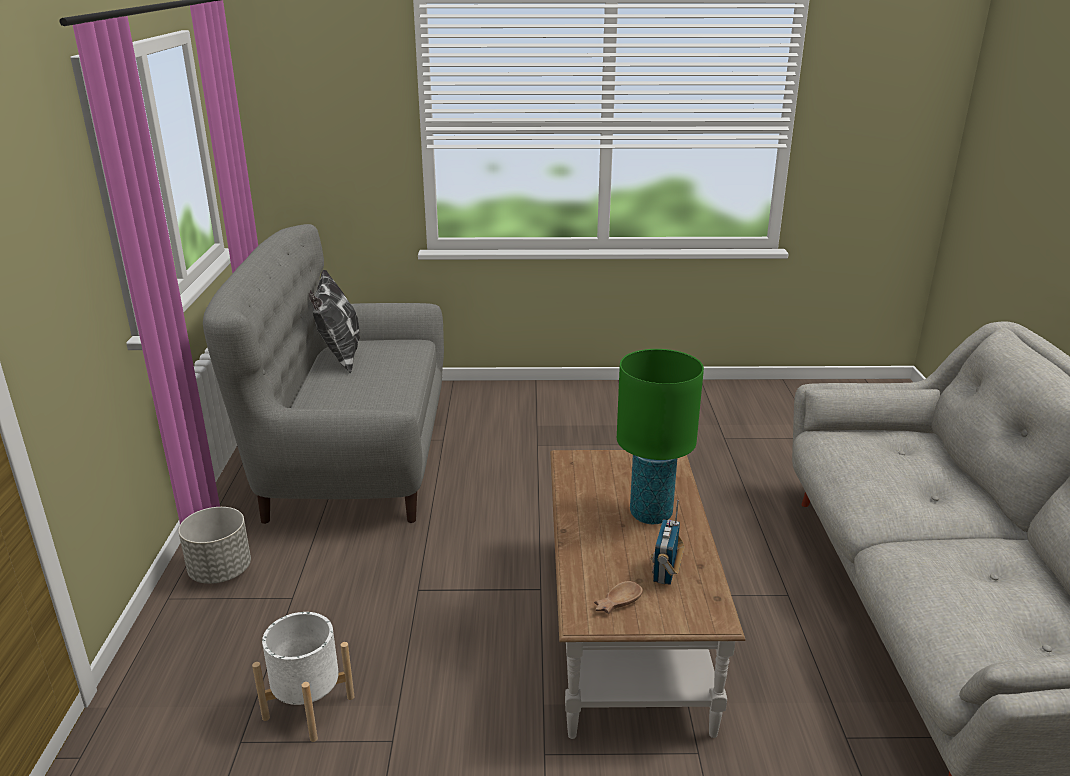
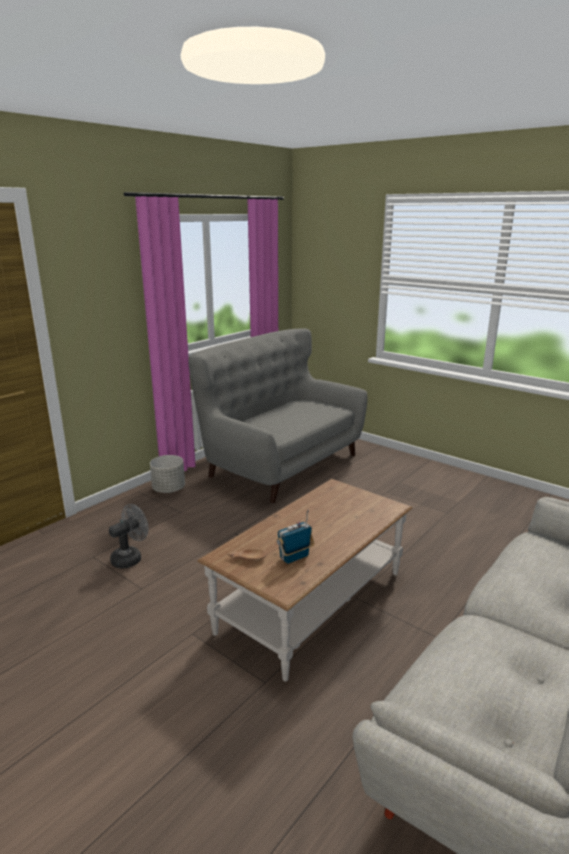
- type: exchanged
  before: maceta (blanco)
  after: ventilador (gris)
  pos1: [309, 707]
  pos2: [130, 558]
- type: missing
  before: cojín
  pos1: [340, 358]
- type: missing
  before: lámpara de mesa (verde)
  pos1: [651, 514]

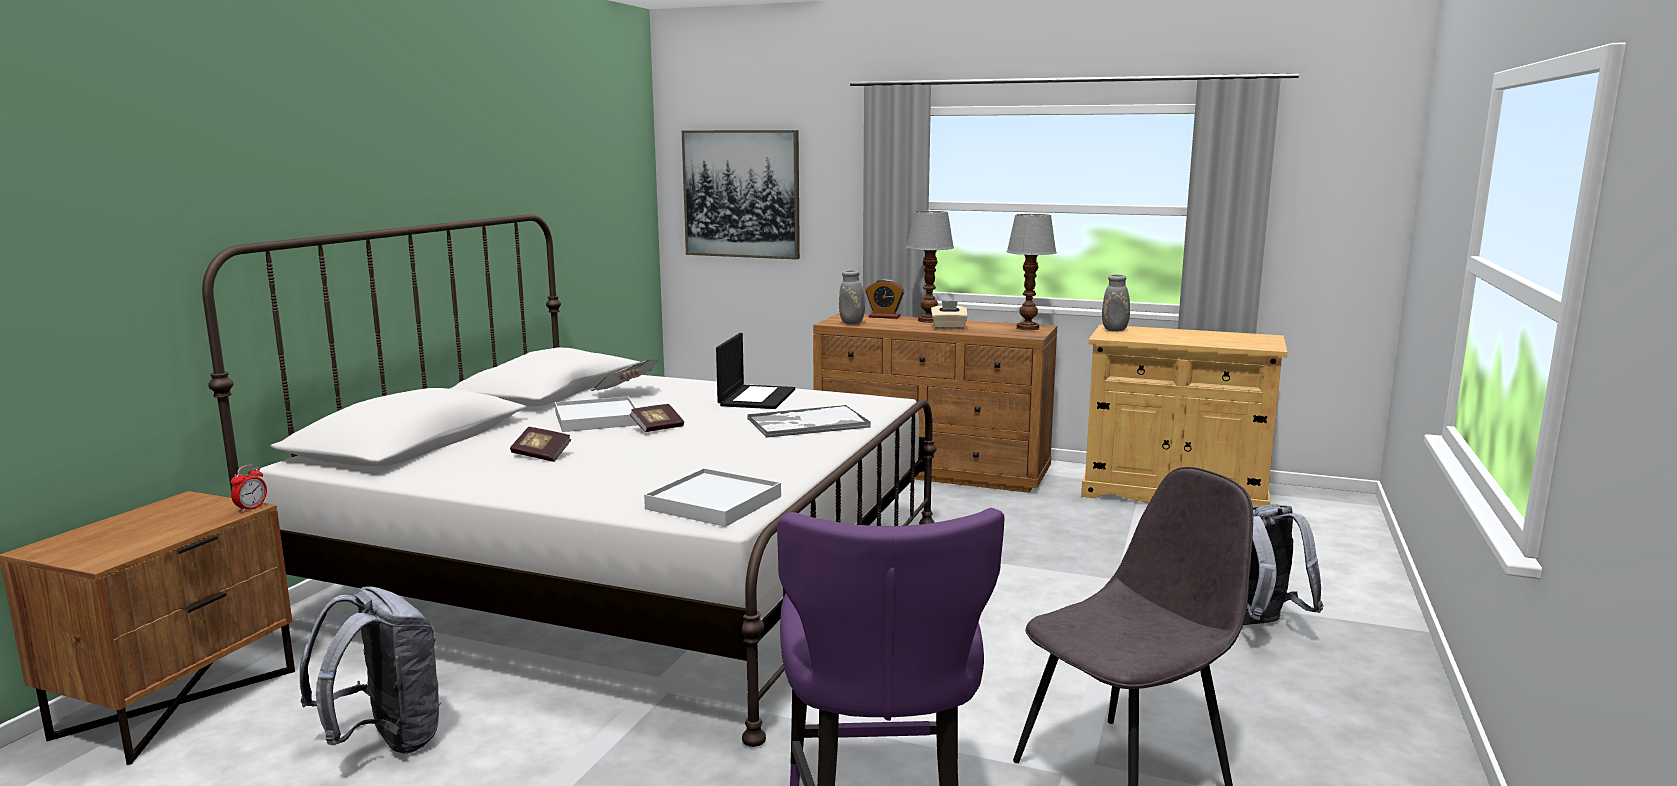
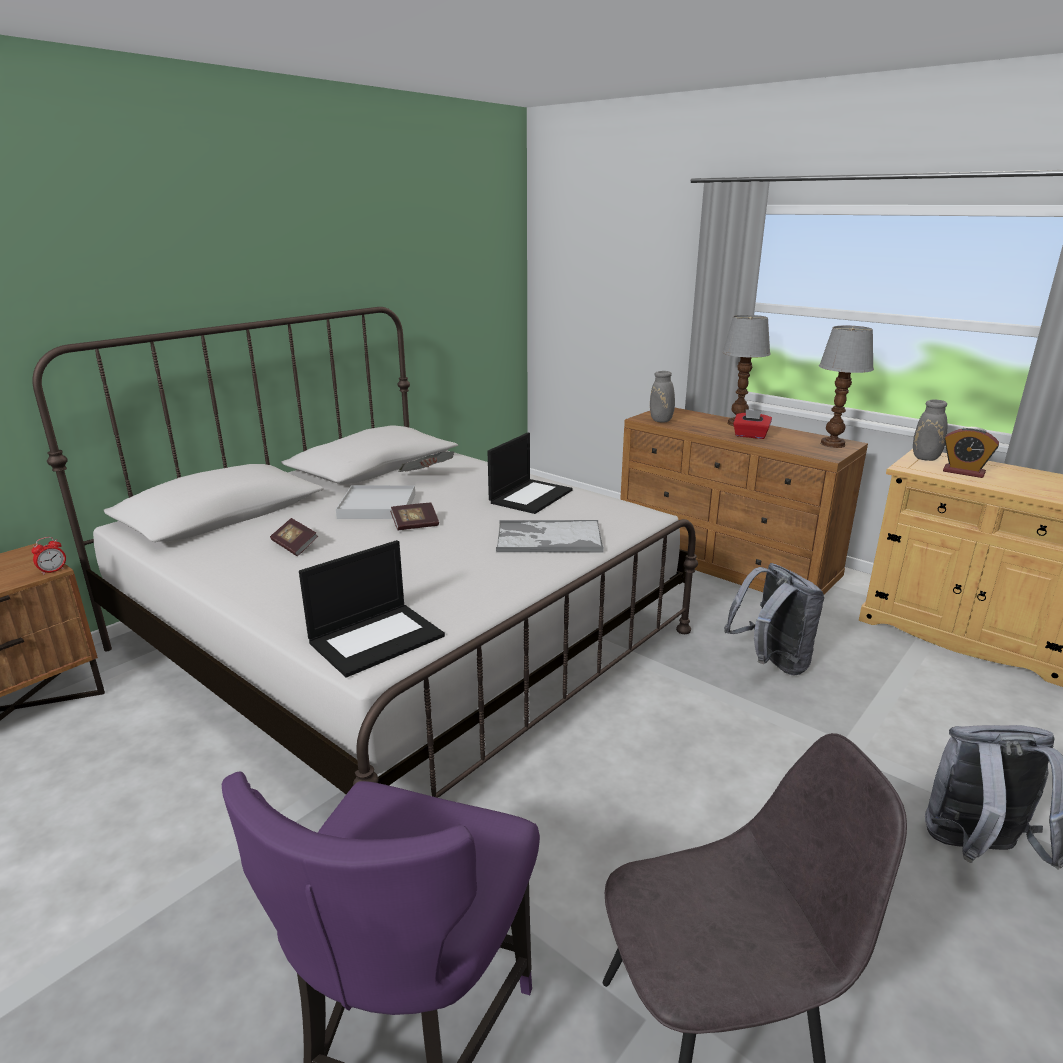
- type: exchanged
  before: bandeja (blanco)
  after: portátil
  pos1: [714, 502]
  pos2: [377, 638]
- type: relocated
  before: mochila (gris)
  pos1: [385, 741]
  pos2: [771, 663]
- type: colour
  before: caja de pañuelos (beis)
  after: caja de pañuelos (rojo)
  pos1: [948, 327]
  pos2: [750, 436]
- type: relocated
  before: despertador
  pos1: [884, 316]
  pos2: [963, 472]
- type: missing
  before: cuadro
  pos1: [741, 194]

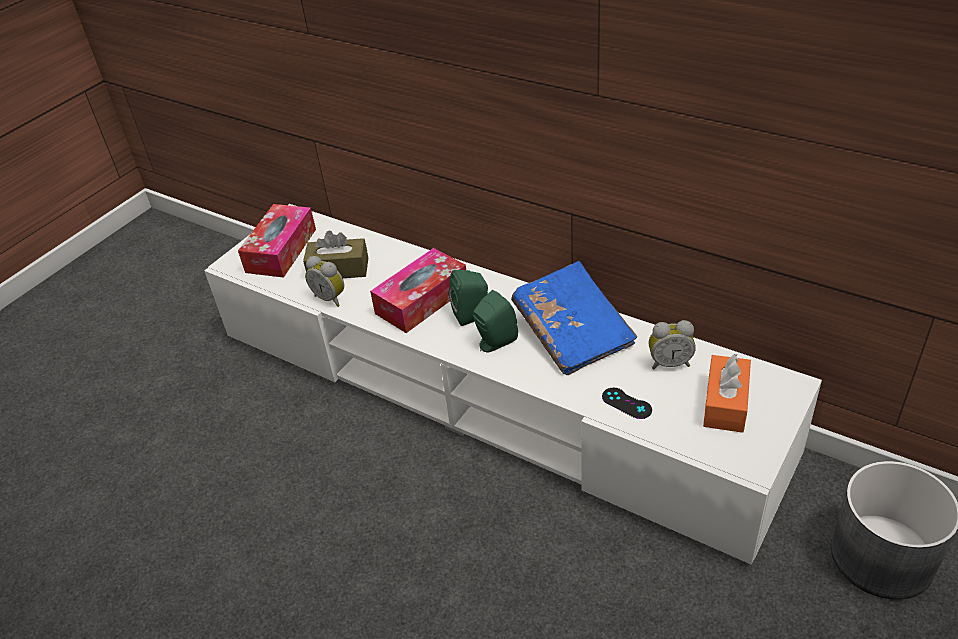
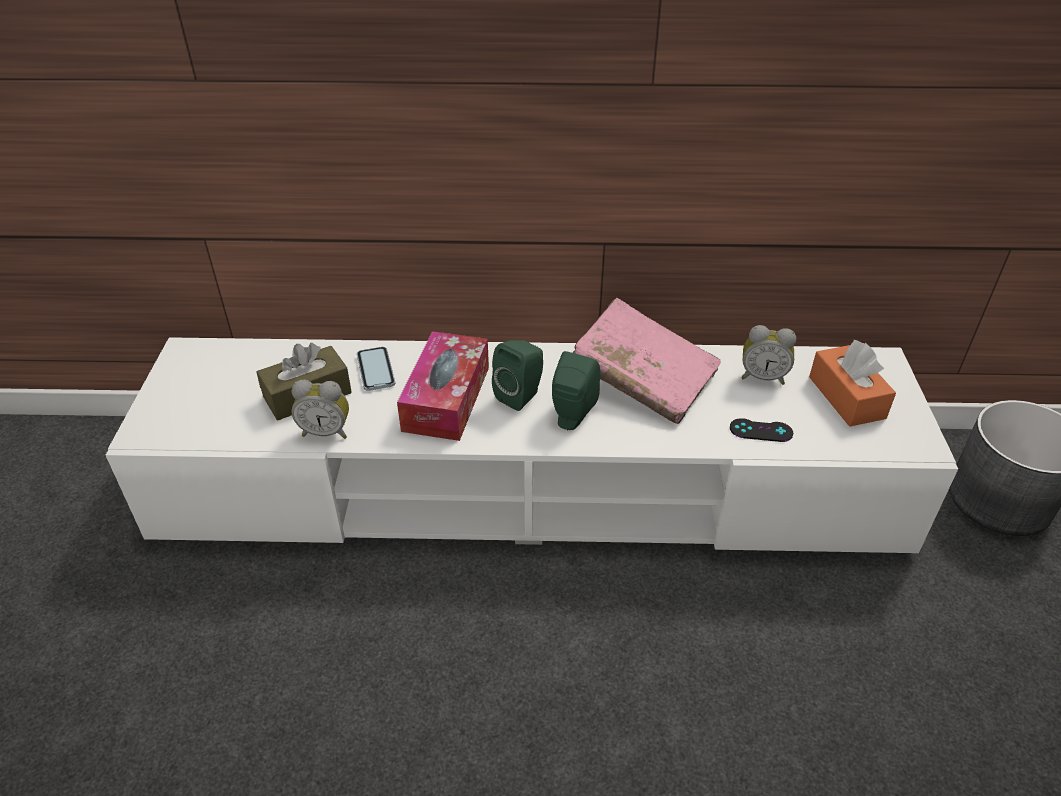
- type: appeared
  after: móvil
  pos2: [376, 370]
- type: colour
  before: libro (azul)
  after: libro (rosa)
  pos1: [572, 332]
  pos2: [643, 378]
- type: spun
  before: despertador
  pos1: [669, 363]
  pos2: [762, 377]
  turn: 45
- type: missing
  before: caja de pañuelos
  pos1: [281, 250]

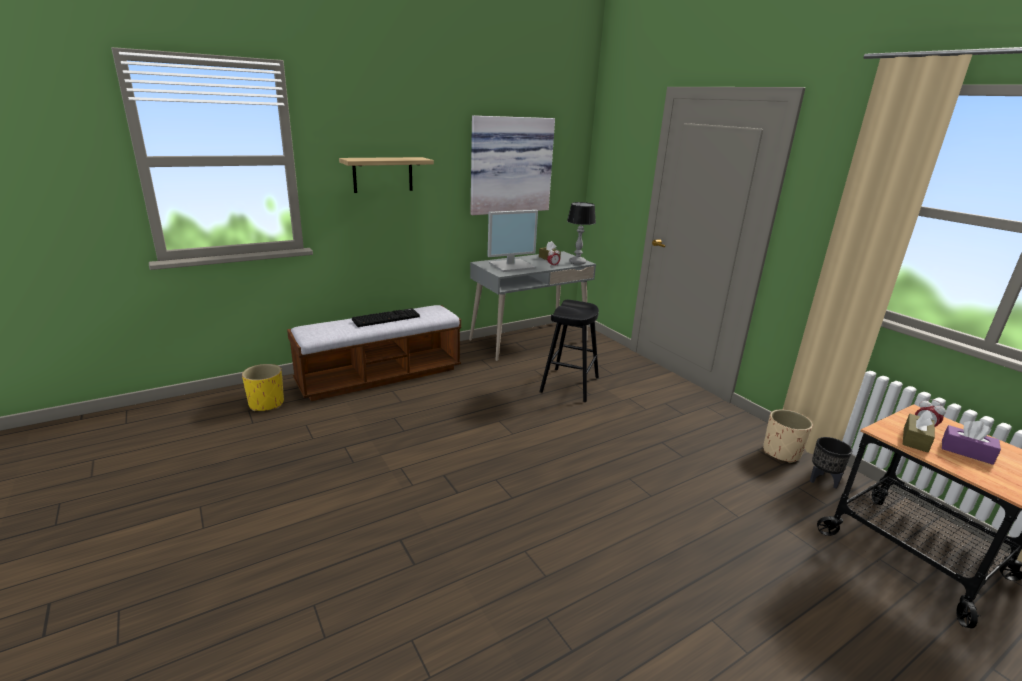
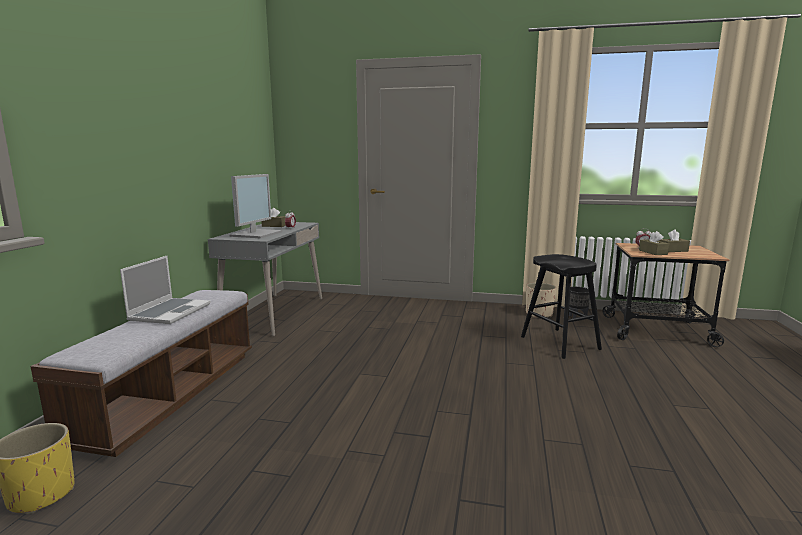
- type: exchanged
  before: teclado
  after: portátil
  pos1: [386, 318]
  pos2: [170, 312]
- type: relocated
  before: taburete (negro)
  pos1: [569, 384]
  pos2: [559, 343]
- type: colour
  before: caja de pañuelos (morado)
  after: caja de pañuelos (marrón)
  pos1: [966, 452]
  pos2: [672, 250]
- type: missing
  before: estante
  pos1: [383, 174]
- type: missing
  before: cuadro
  pos1: [510, 165]
- type: missing
  before: lámpara de mesa
  pos1: [577, 262]

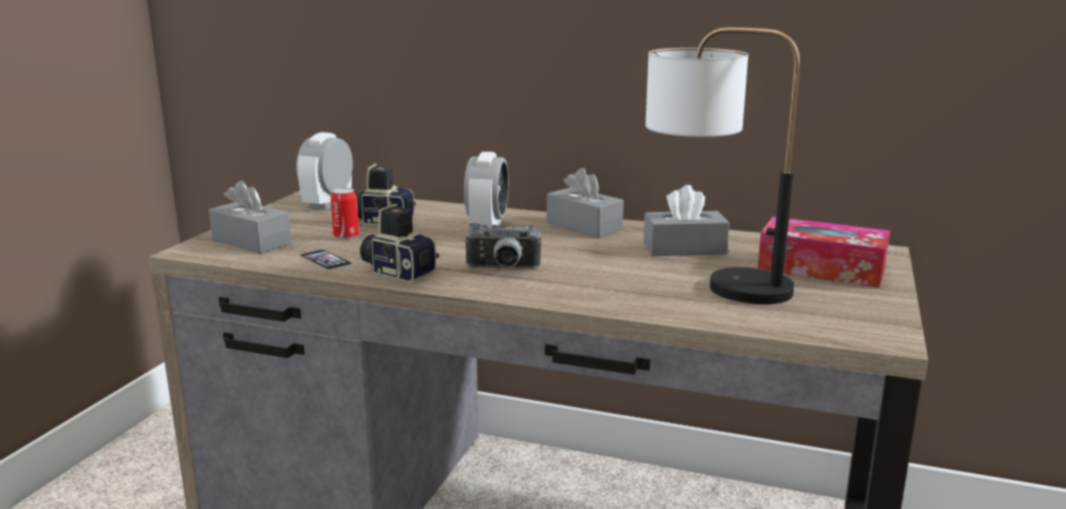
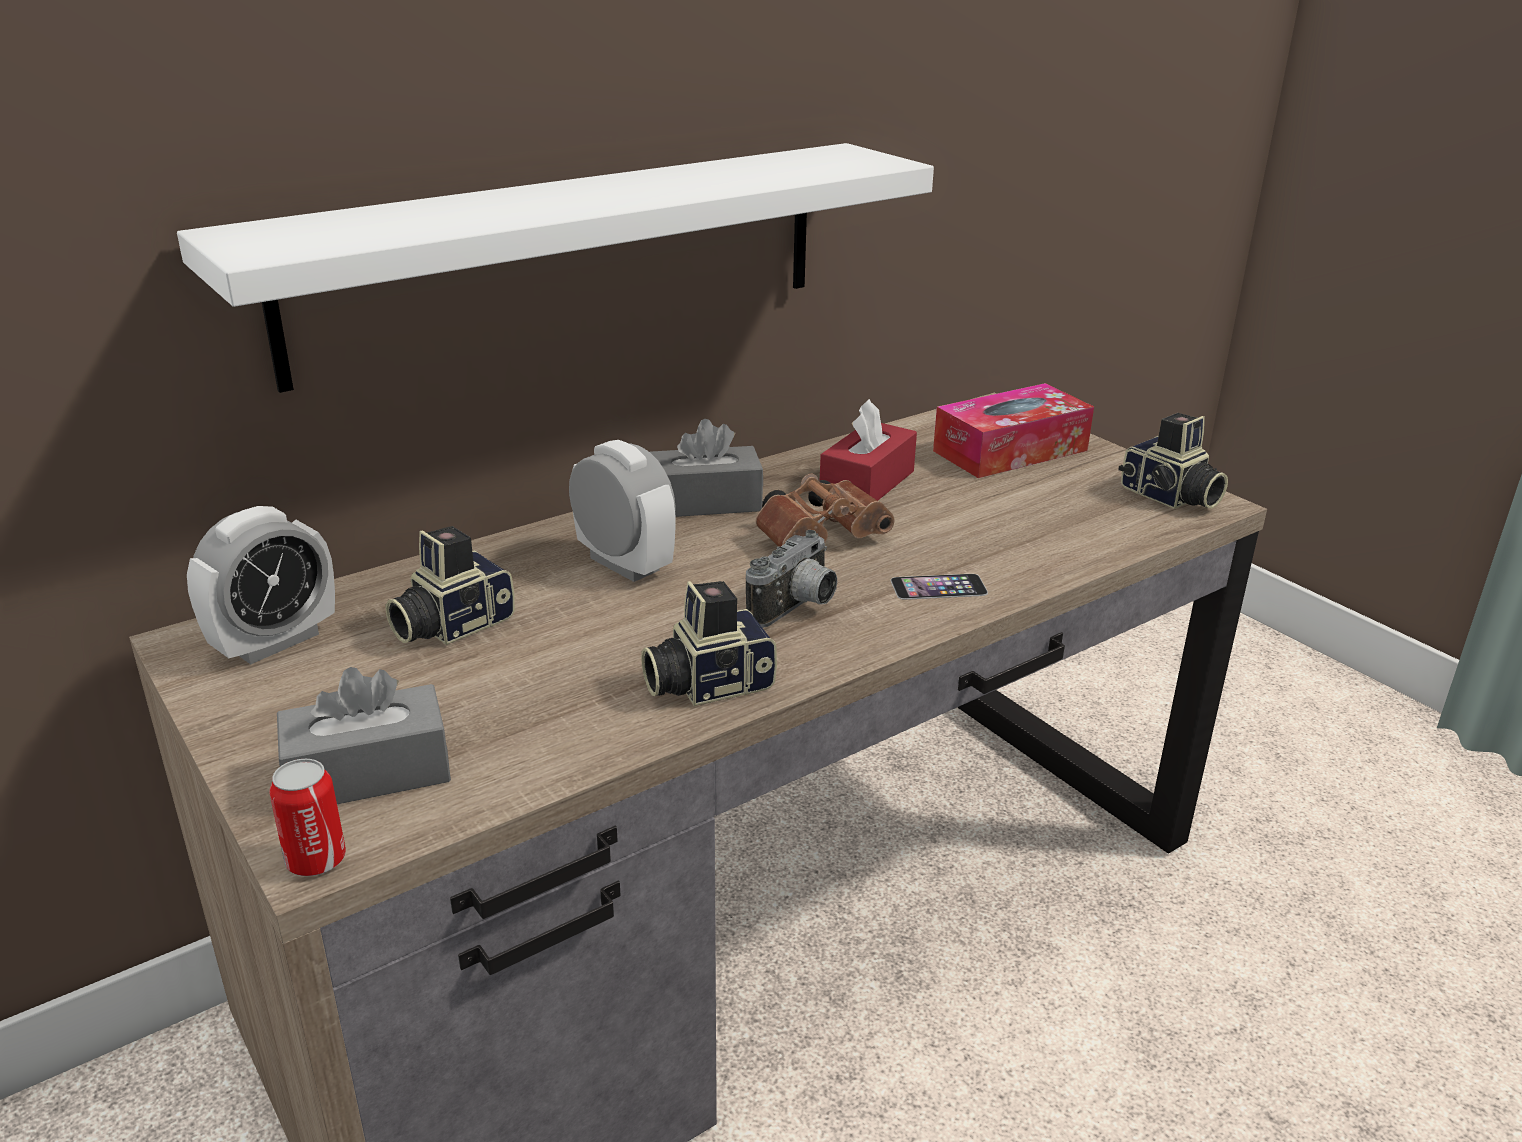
- type: appeared
  after: estante (blanco)
  pos2: [565, 258]
- type: spun
  before: despertador
  pos1: [328, 204]
  pos2: [275, 642]
  turn: -105
- type: relocated
  before: lata
  pos1: [346, 236]
  pos2: [316, 860]
- type: appeared
  after: prismáticos (marrón)
  pos2: [823, 538]
- type: colour
  before: caja de pañuelos (gris)
  after: caja de pañuelos (rojo)
  pos1: [684, 249]
  pos2: [867, 483]
- type: relocated
  before: móvil
  pos1: [325, 259]
  pos2: [938, 587]
- type: appeared
  after: cámara
  pos2: [1169, 497]
- type: missing
  before: lámpara de mesa
  pos1: [711, 282]

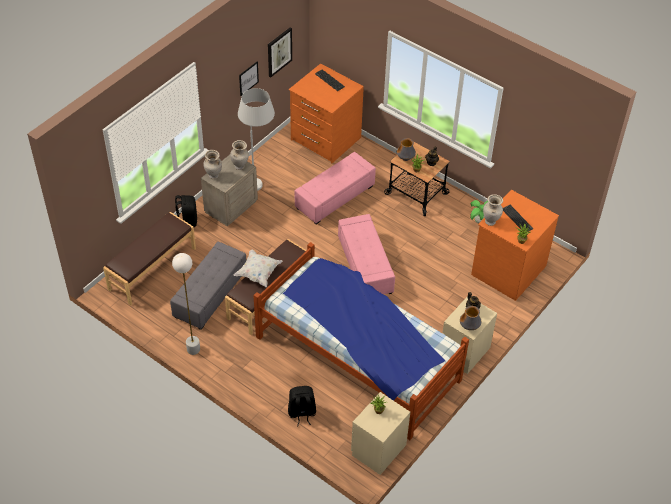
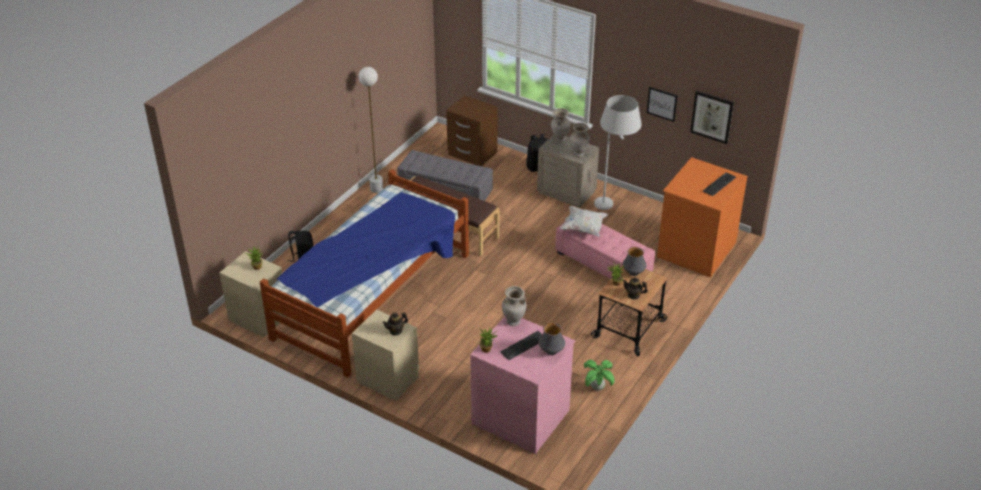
- type: exchanged
  before: banco (marrón)
  after: mesita de noche (marrón)
  pos1: [152, 268]
  pos2: [472, 154]
- type: colour
  before: cómoda (naranja)
  after: cómoda (rosa)
  pos1: [507, 269]
  pos2: [521, 415]
- type: relocated
  before: florero
  pos1: [469, 327]
  pos2: [551, 352]
- type: relocated
  before: cojín (blanco)
  pos1: [258, 273]
  pos2: [583, 228]
- type: missing
  before: puf (rosa)
  pos1: [365, 265]

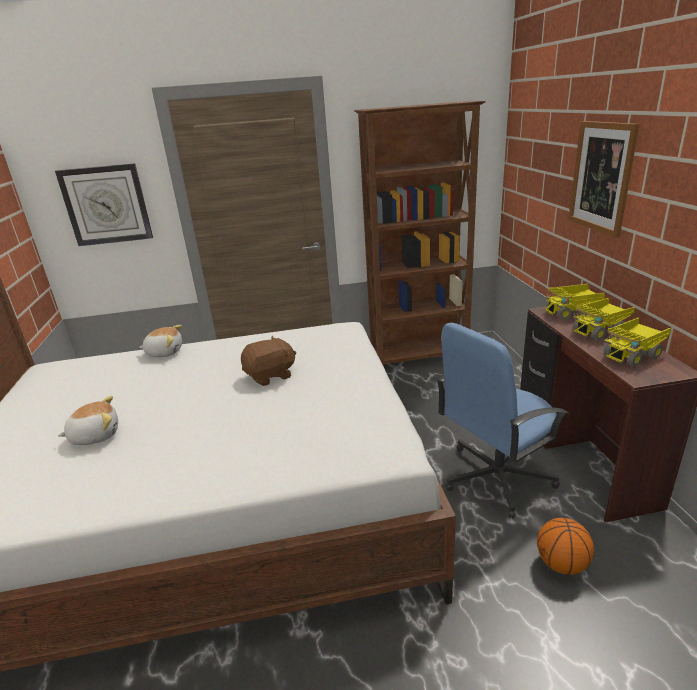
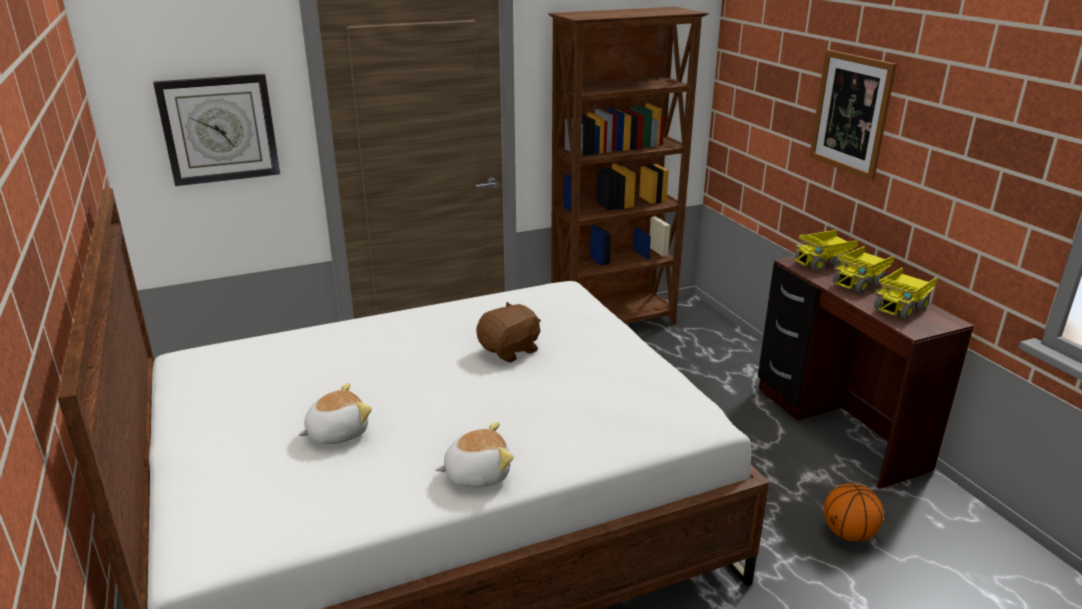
- type: relocated
  before: peluche
  pos1: [165, 352]
  pos2: [477, 473]
- type: missing
  before: silla de oficina (azul)
  pos1: [495, 477]

